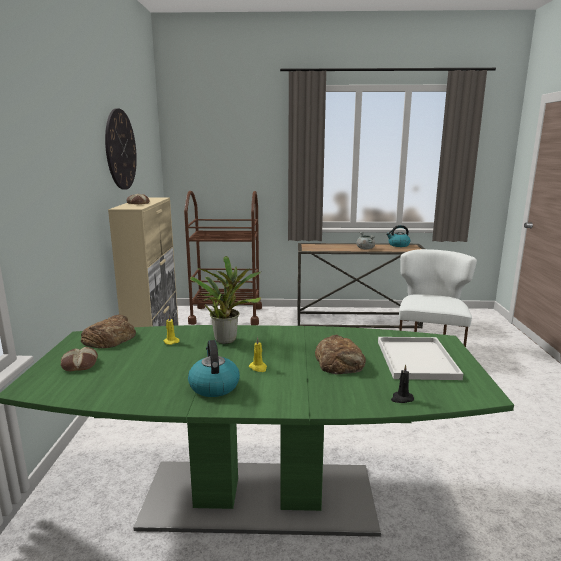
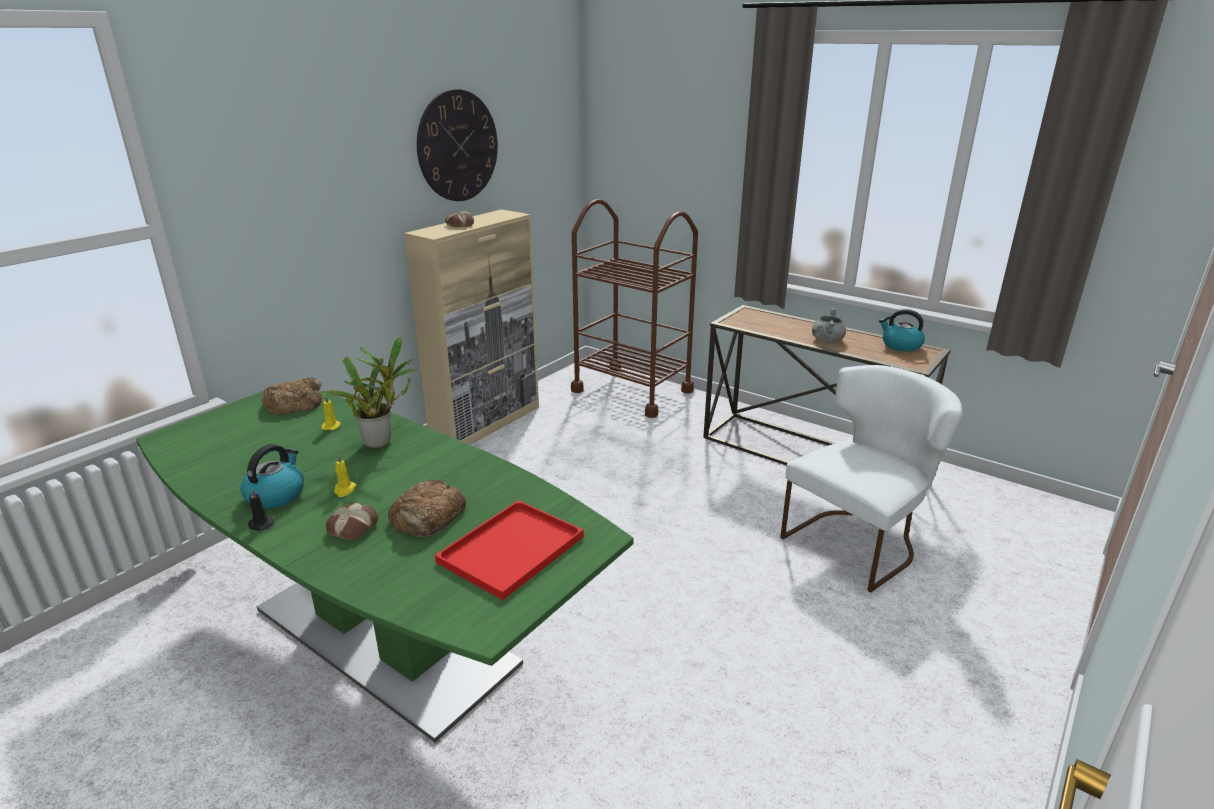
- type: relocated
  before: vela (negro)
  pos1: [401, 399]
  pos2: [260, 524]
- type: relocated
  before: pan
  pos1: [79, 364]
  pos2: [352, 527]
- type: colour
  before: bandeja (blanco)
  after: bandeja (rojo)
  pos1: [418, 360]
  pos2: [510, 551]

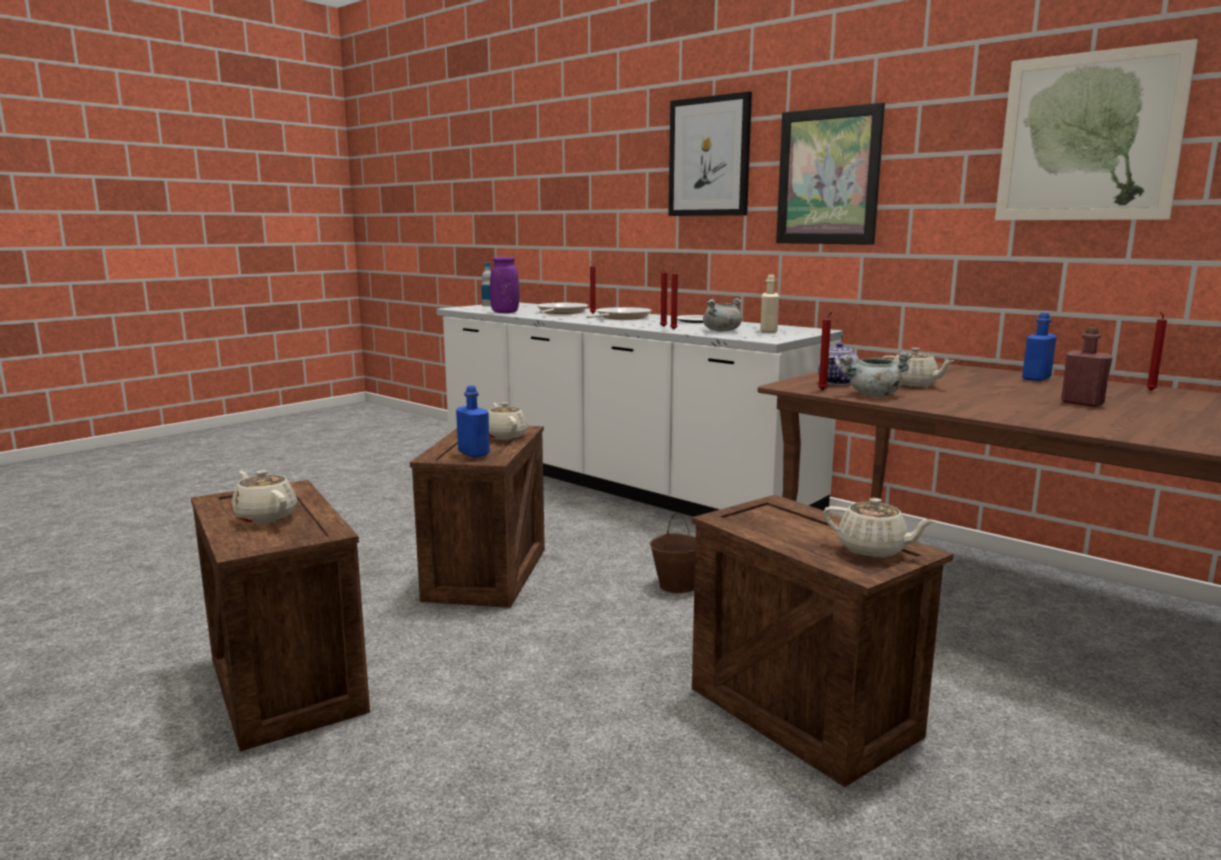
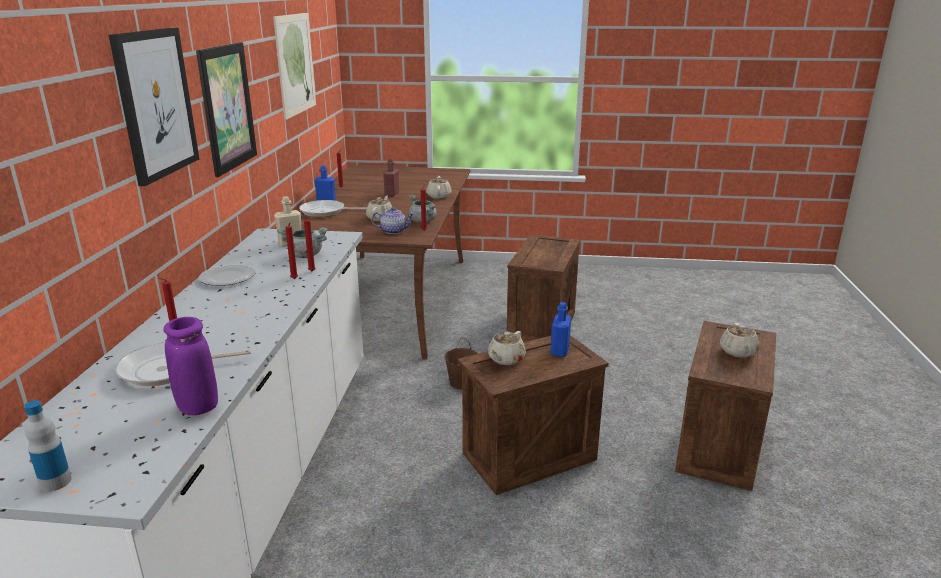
- type: relocated
  before: sartén
  pos1: [621, 317]
  pos2: [325, 212]
- type: relocated
  before: tetera (beis)
  pos1: [873, 550]
  pos2: [439, 196]

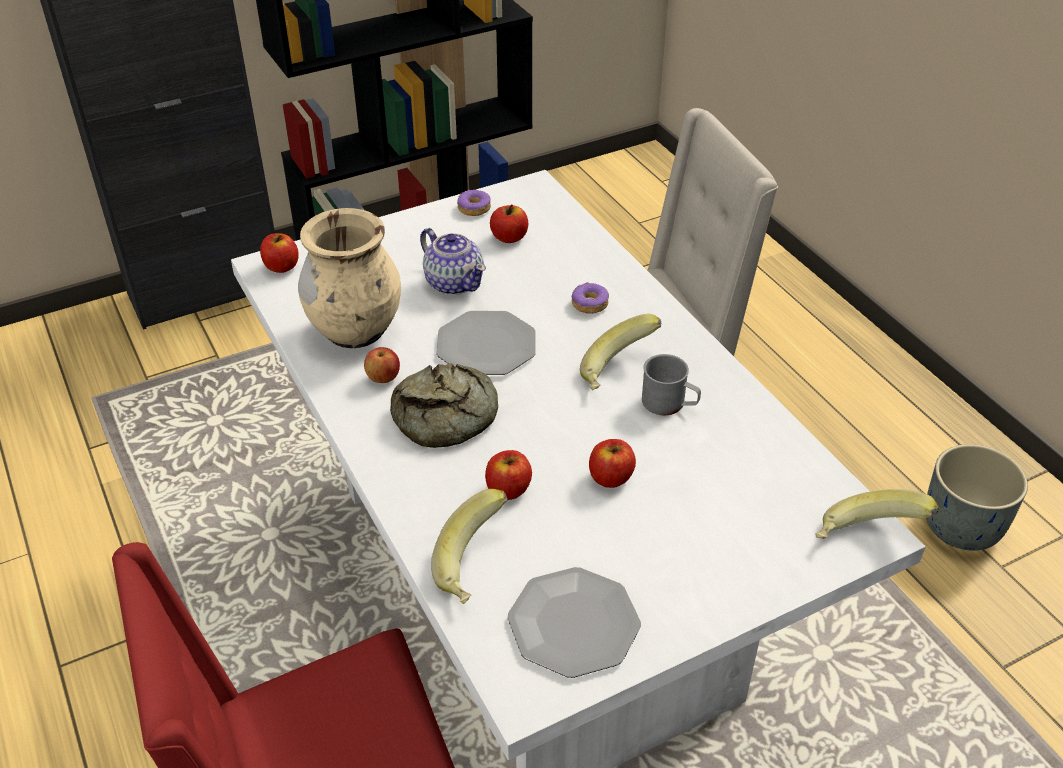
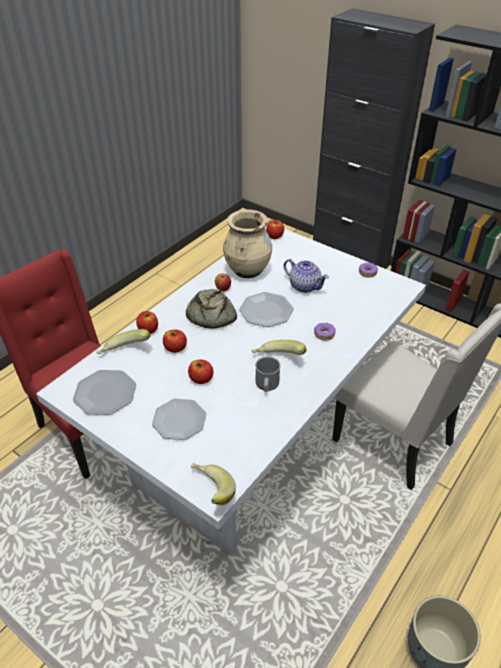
- type: relocated
  before: manzana
  pos1: [509, 237]
  pos2: [148, 330]
- type: appeared
  after: plato
  pos2: [180, 420]
- type: spun
  before: tetera
  pos1: [454, 282]
  pos2: [304, 286]
  turn: -75

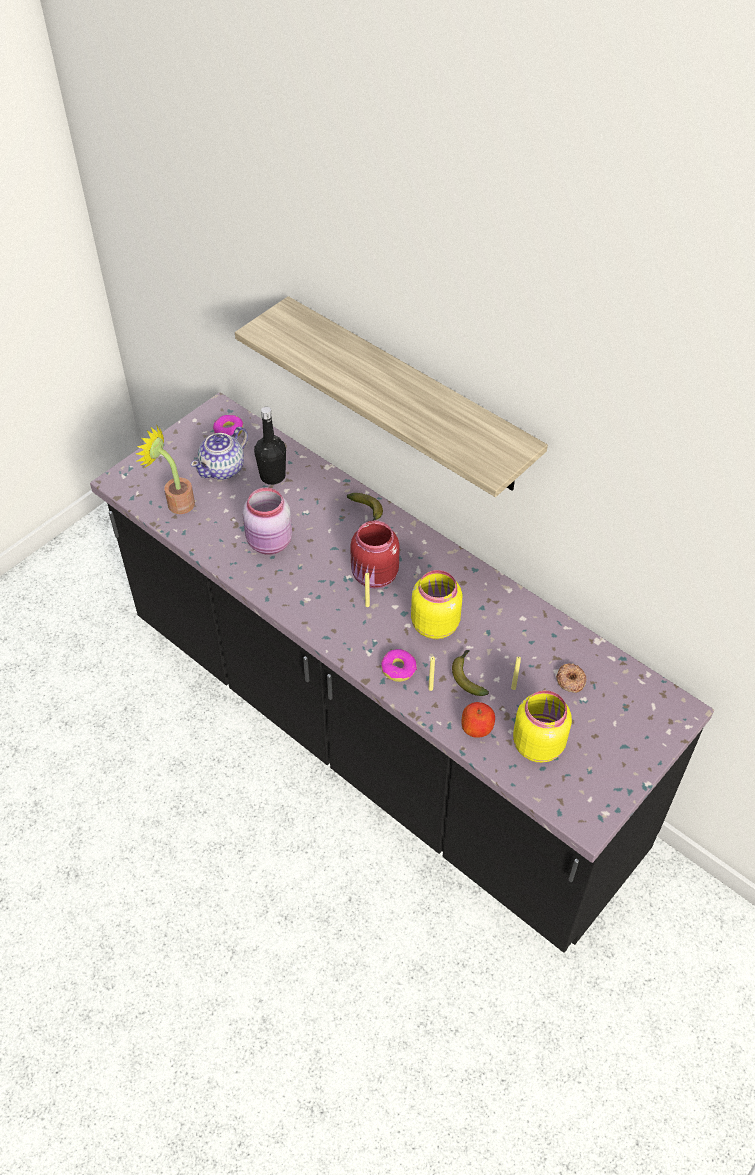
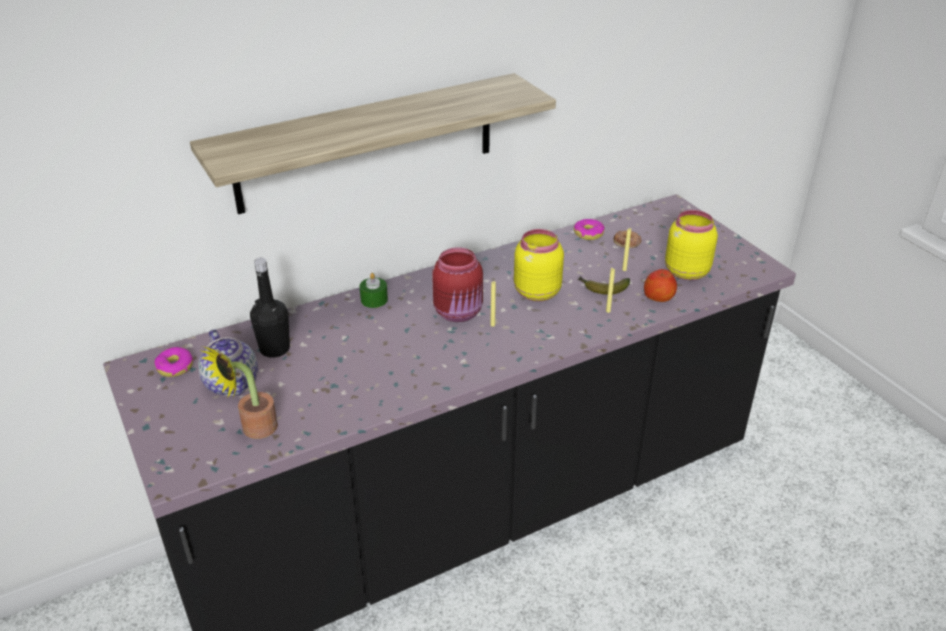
- type: exchanged
  before: plátano
  after: vela (verde)
  pos1: [367, 512]
  pos2: [374, 299]
- type: relocated
  before: rosquilla
  pos1: [398, 669]
  pos2: [588, 234]
- type: missing
  before: tarro (rosa)
  pos1: [270, 543]

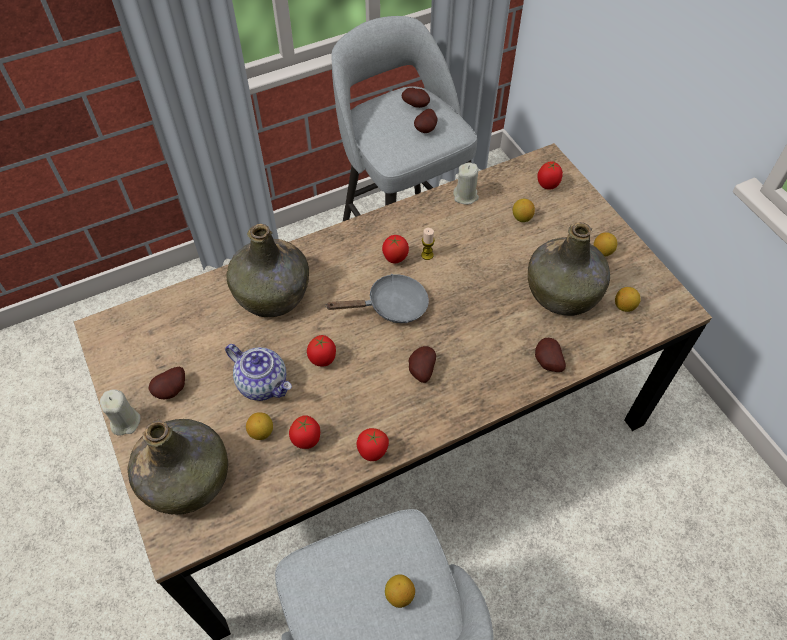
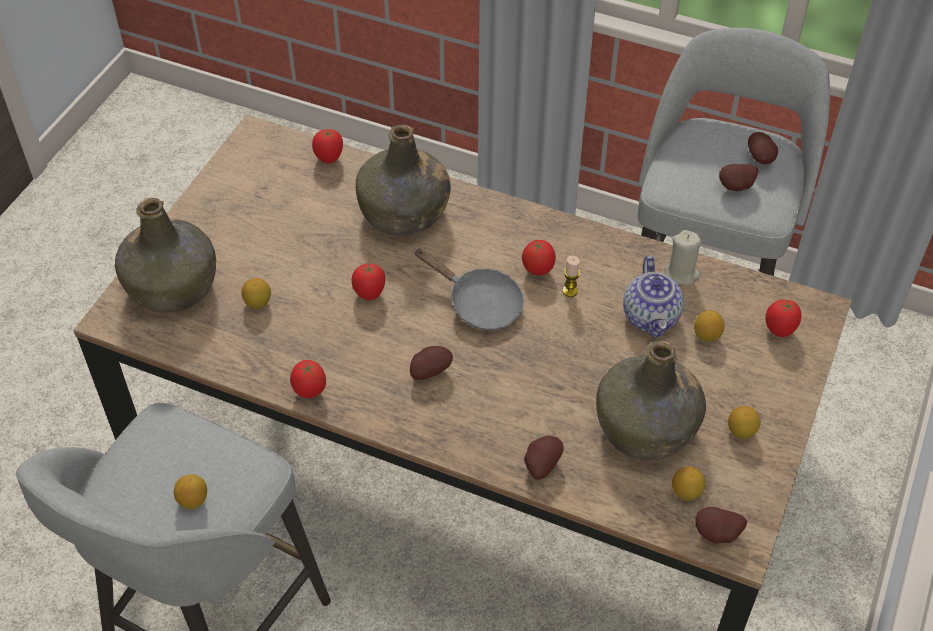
- type: relocated
  before: tomate
  pos1: [307, 440]
  pos2: [329, 159]
- type: relocated
  before: tetera
  pos1: [263, 383]
  pos2: [652, 317]
- type: relocated
  before: patata
  pos1: [172, 391]
  pos2: [717, 535]
- type: missing
  before: vela (beis)
  pos1: [125, 421]

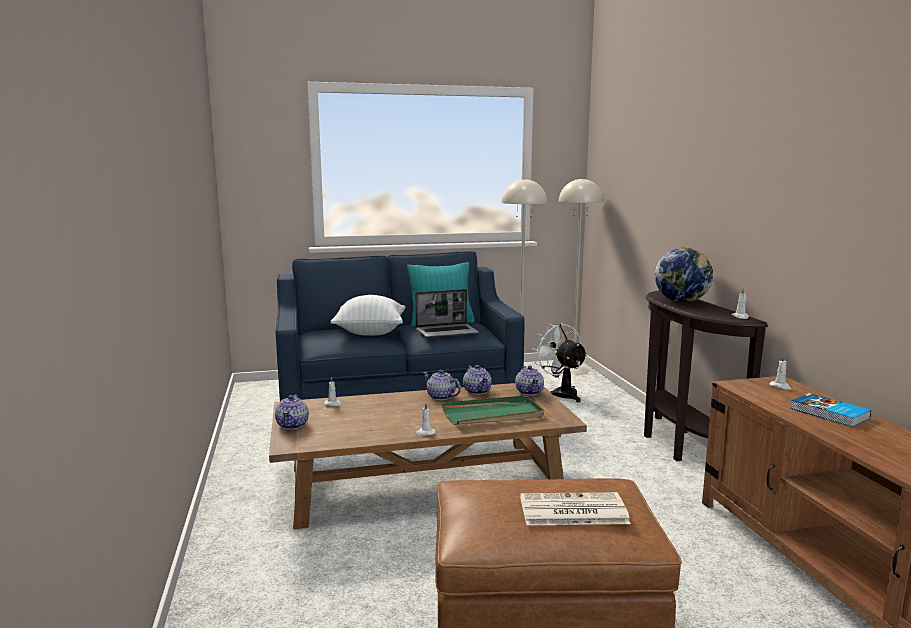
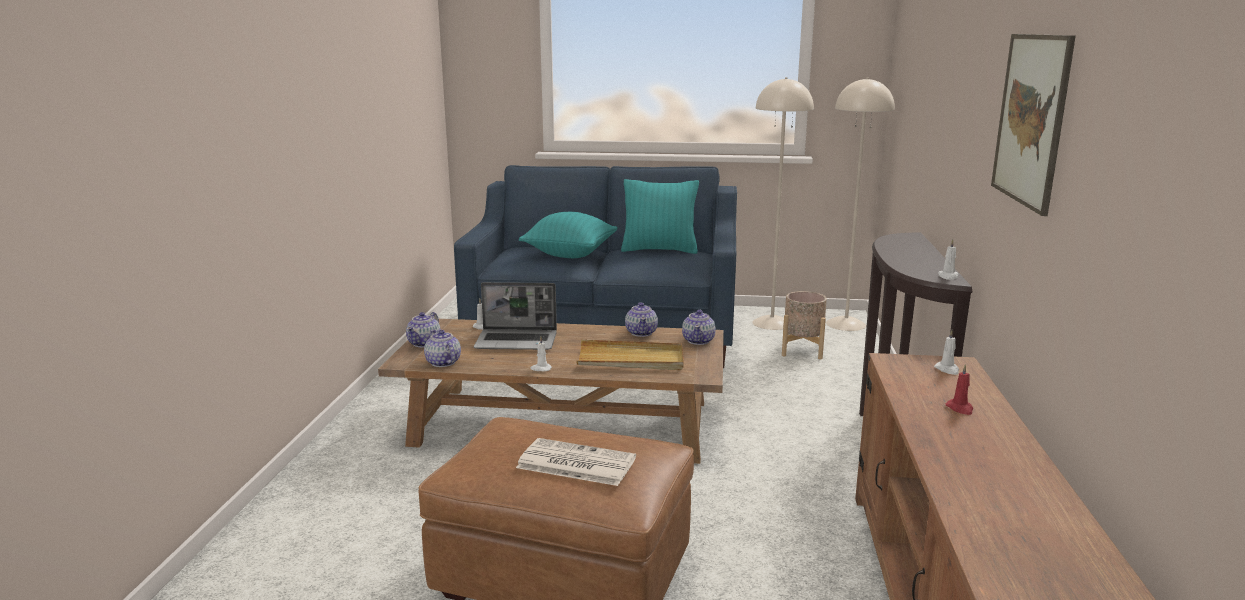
- type: relocated
  before: tetera
  pos1: [441, 397]
  pos2: [443, 363]
- type: relocated
  before: portátil
  pos1: [447, 332]
  pos2: [517, 341]
- type: colour
  before: cojín (blanco)
  after: cojín (turquesa)
  pos1: [370, 332]
  pos2: [570, 254]
- type: colour
  before: bandeja (verde)
  after: bandeja (beis)
  pos1: [493, 414]
  pos2: [631, 360]
- type: exchanged
  before: ventilador (blanco)
  after: maceta (beis)
  pos1: [561, 393]
  pos2: [802, 350]
- type: exchanged
  before: libro
  after: vela (rojo)
  pos1: [829, 413]
  pos2: [960, 408]
- type: appeared
  after: cuadro
  pos2: [1031, 119]
- type: missing
  before: globo terráqueo
  pos1: [681, 301]

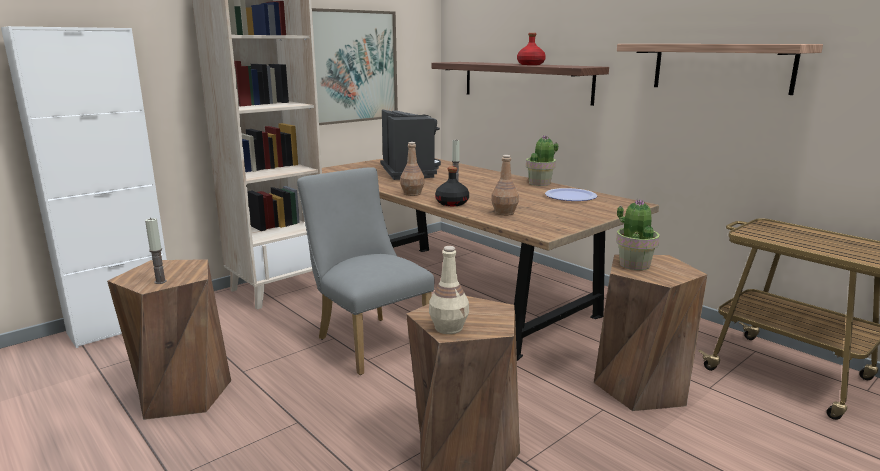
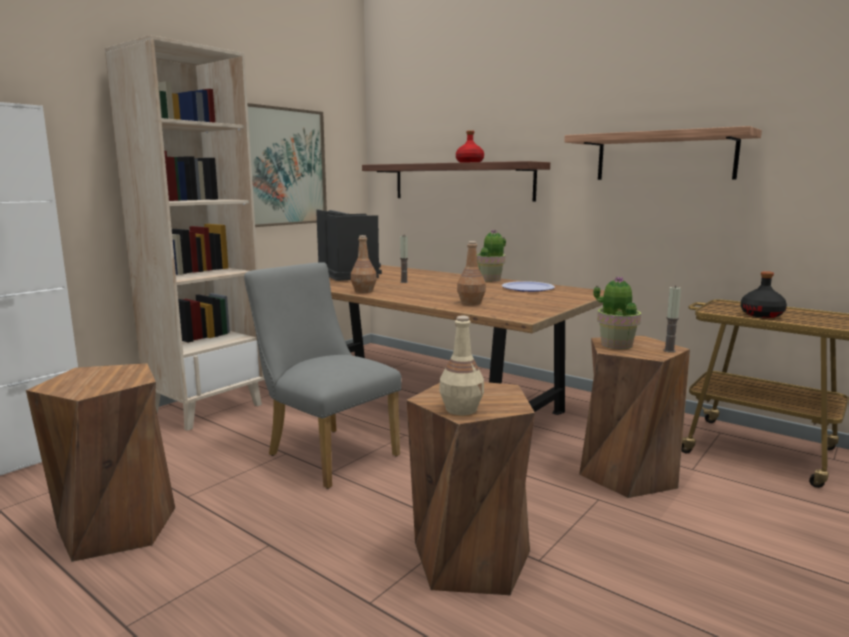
- type: relocated
  before: vela
  pos1: [160, 281]
  pos2: [669, 351]
- type: relocated
  before: botella (negro)
  pos1: [452, 203]
  pos2: [762, 314]

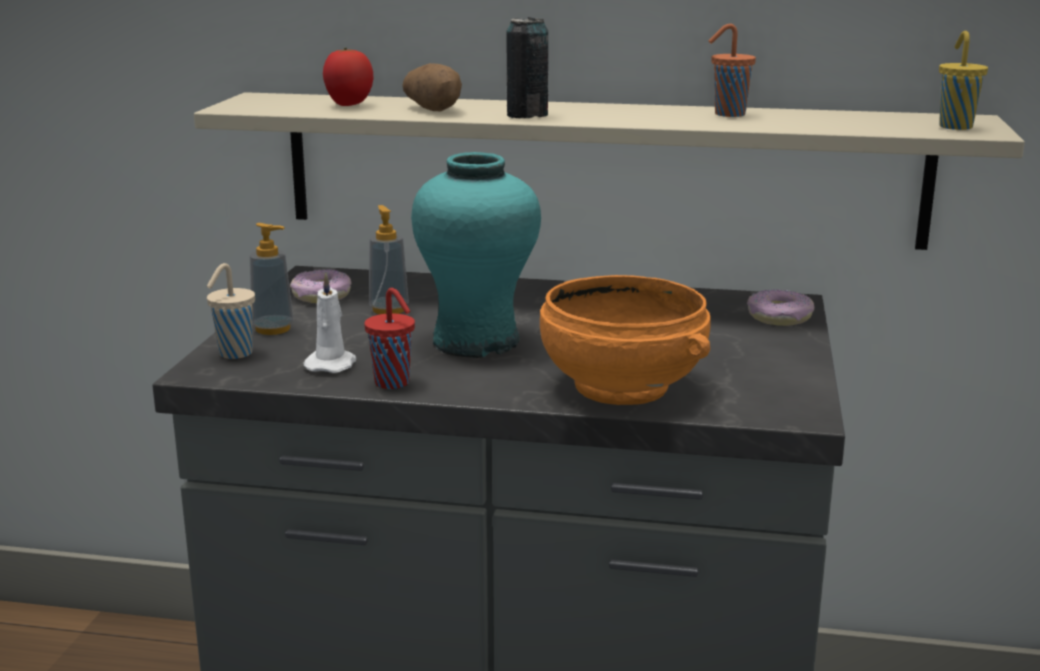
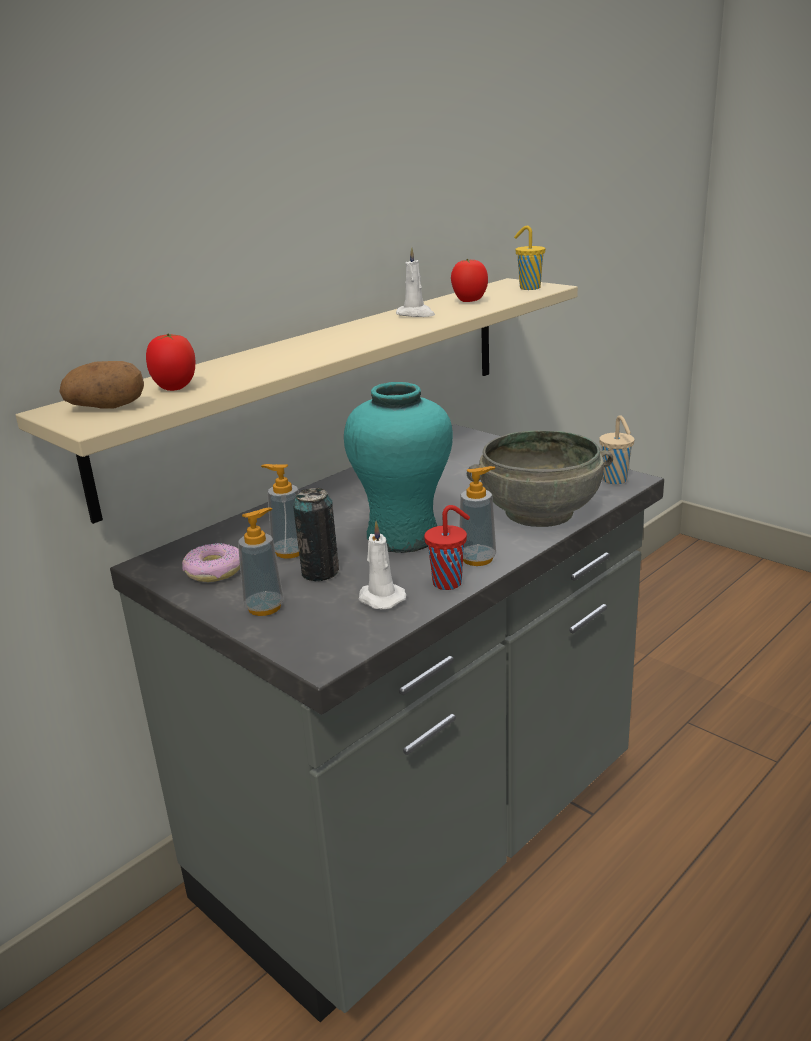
- type: relocated
  before: patata
  pos1: [435, 110]
  pos2: [108, 407]
- type: relocated
  before: lata
  pos1: [527, 115]
  pos2: [320, 572]
- type: exchanged
  before: taza (naranja)
  after: vela (blanco)
  pos1: [727, 114]
  pos2: [416, 314]
- type: appeared
  after: tomate
  pos2: [469, 301]
- type: appeared
  after: dispensador de jabón
  pos2: [477, 559]
- type: colour
  before: cuenco (naranja)
  after: cuenco (gris)
  pos1: [620, 387]
  pos2: [540, 513]
- type: relocated
  before: taza (beis)
  pos1: [234, 354]
  pos2: [615, 481]
- type: missing
  before: rosquilla
  pos1: [779, 318]

